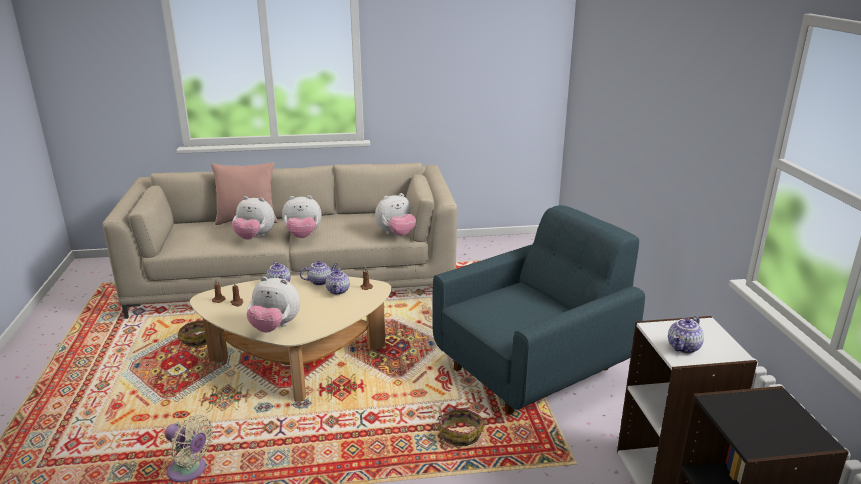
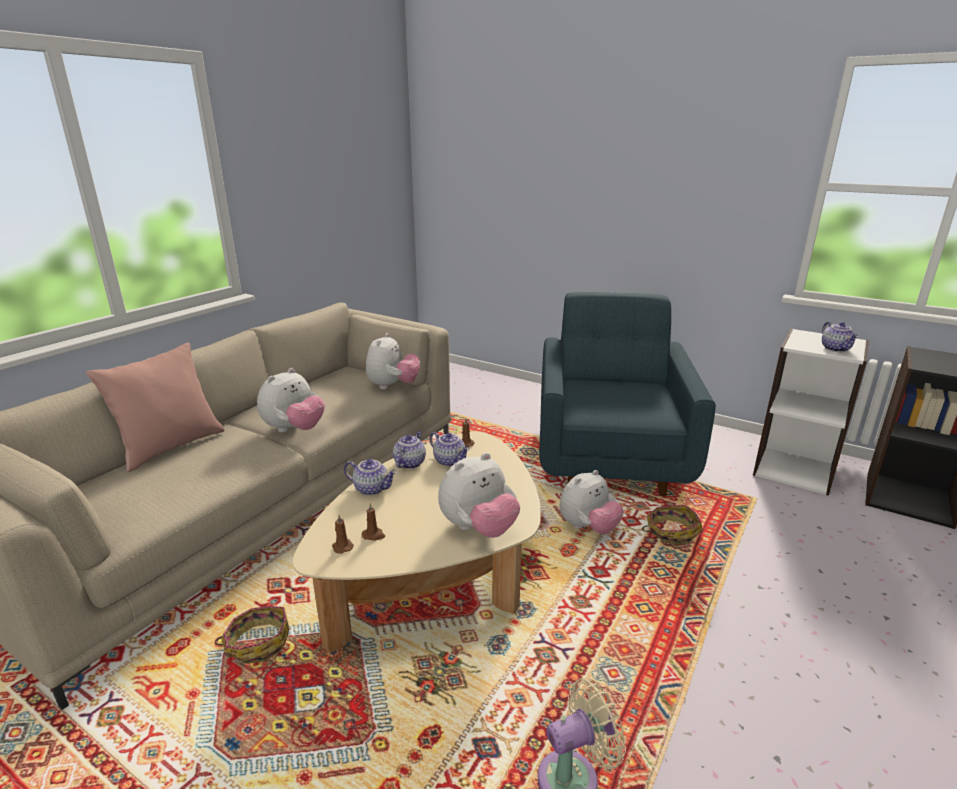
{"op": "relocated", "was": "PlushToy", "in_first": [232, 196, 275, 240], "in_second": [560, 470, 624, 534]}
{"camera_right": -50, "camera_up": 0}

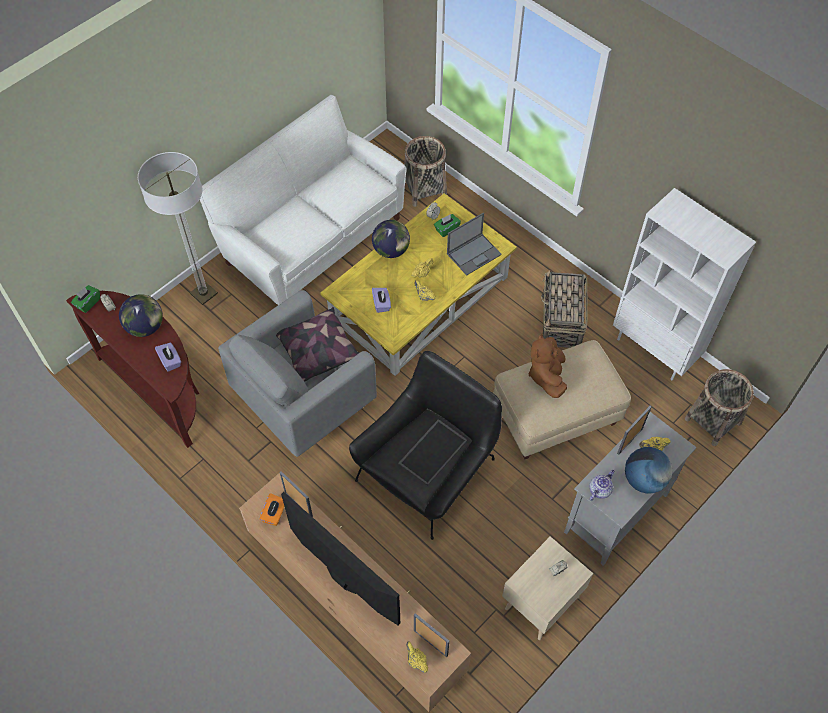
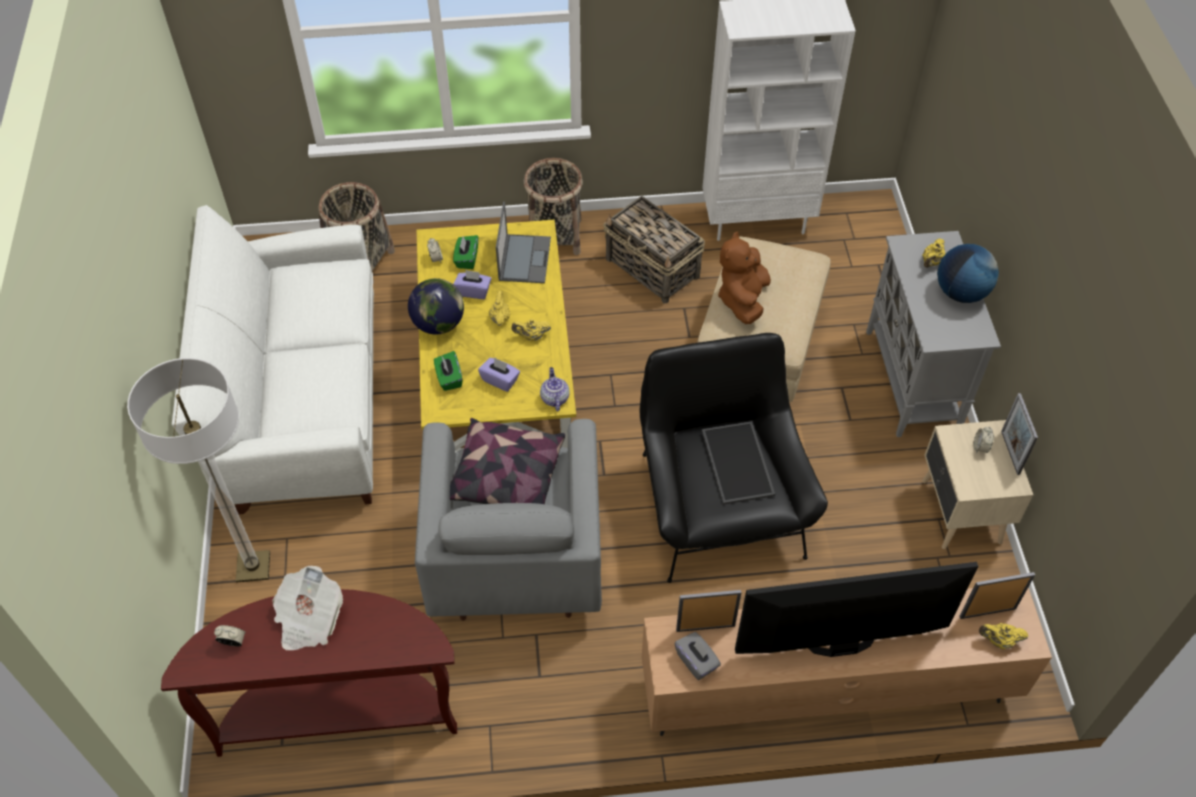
{"op": "exchanged", "was": "Globe", "now": "Newspaper", "in_first": [119, 294, 163, 337], "in_second": [272, 566, 343, 650]}
{"op": "relocated", "was": "GreenTissueBox", "in_first": [71, 285, 100, 313], "in_second": [434, 351, 462, 391]}
{"op": "relocated", "was": "PurpleTissueBox", "in_first": [155, 343, 181, 372], "in_second": [453, 270, 491, 299]}
{"op": "relocated", "was": "Basket", "in_first": [685, 369, 754, 446], "in_second": [524, 158, 583, 255]}
{"op": "relocated", "was": "Teapot", "in_first": [589, 470, 614, 501], "in_second": [540, 367, 570, 412]}
{"op": "colour", "was": "OrangeTissueBox", "now": "GreyTissueBox", "in_first": [260, 493, 284, 526], "in_second": [674, 632, 721, 680]}
{"op": "spun", "was": "BrownPlushToy", "in_first": [529, 333, 567, 398], "in_second": [718, 232, 771, 324], "clockwise": 60}
{"op": "relocated", "was": "PictureFrame", "in_first": [617, 406, 652, 455], "in_second": [1001, 393, 1038, 475]}
{"camera_right": -50, "camera_up": -5}

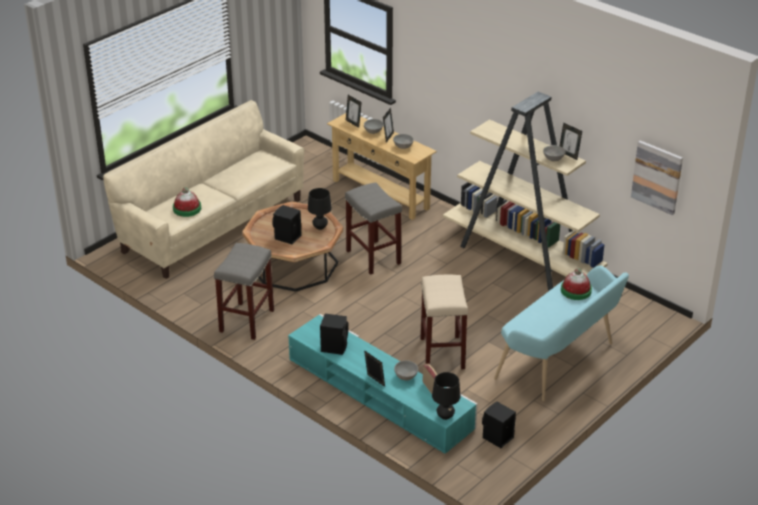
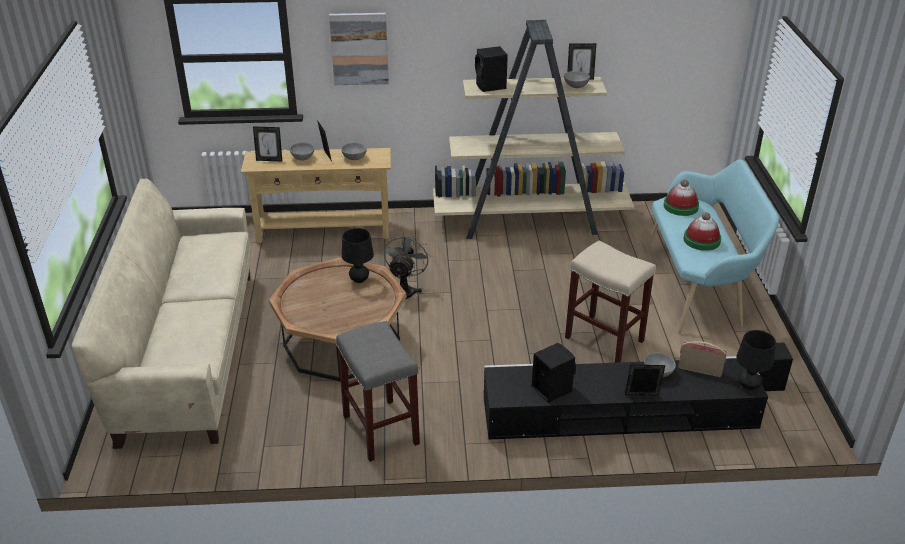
{"op": "relocated", "was": "Picture", "in_first": [631, 140, 683, 215], "in_second": [329, 13, 389, 85]}
{"op": "exchanged", "was": "GreyStool", "now": "GreyFan", "in_first": [345, 182, 402, 275], "in_second": [384, 232, 431, 299]}
{"op": "relocated", "was": "BlackSpeaker", "in_first": [272, 205, 301, 244], "in_second": [475, 46, 508, 92]}
{"op": "colour", "was": "TurquoiseTvStand", "now": "BlackTvStand", "in_first": [288, 314, 478, 454], "in_second": [483, 356, 768, 439]}
{"op": "relocated", "was": "Hat", "in_first": [173, 187, 201, 217], "in_second": [684, 212, 721, 251]}
{"camera_right": -45, "camera_up": 0}

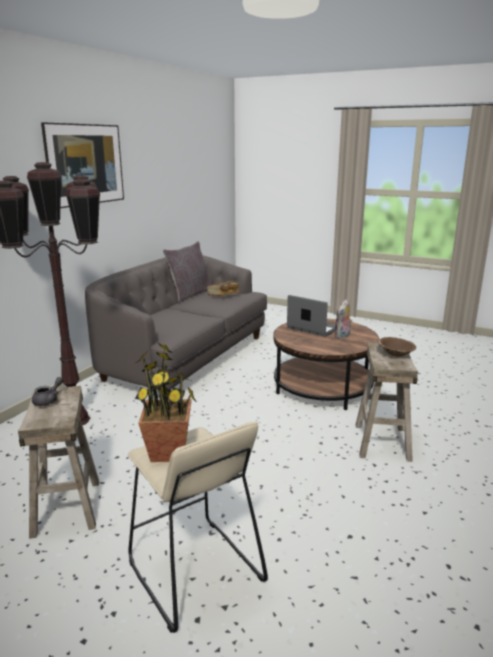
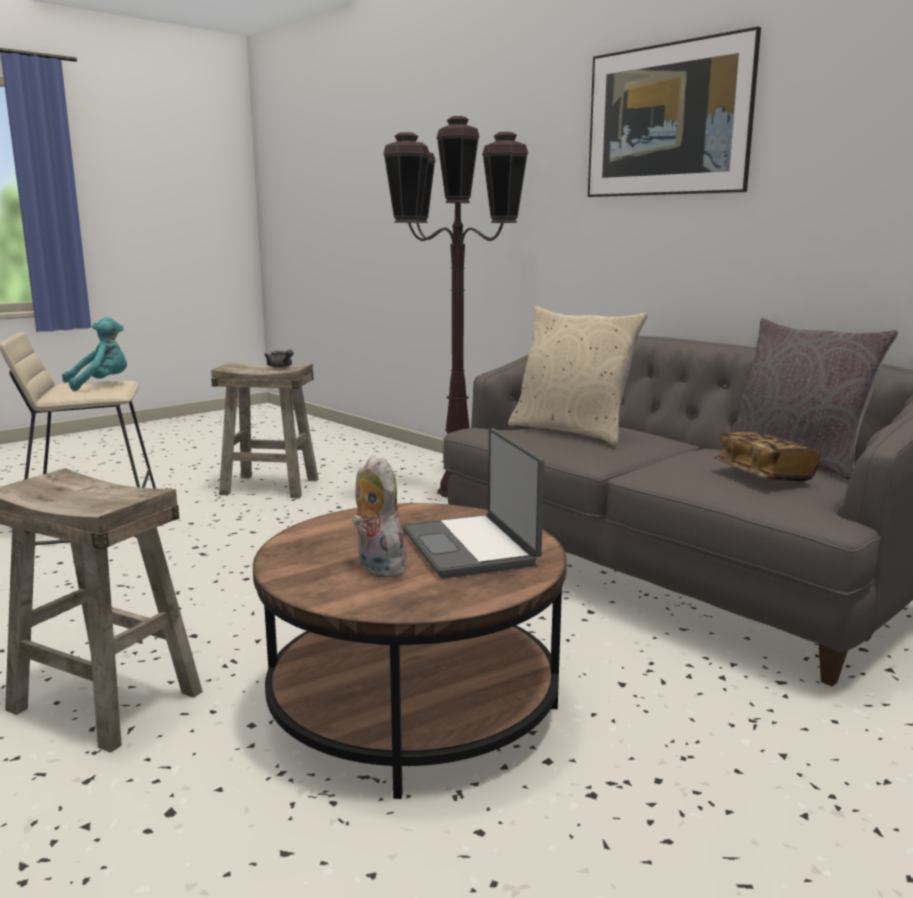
{"op": "exchanged", "was": "PottedPlant", "now": "TurquoisePlushToy", "in_first": [135, 342, 196, 462], "in_second": [62, 317, 127, 391]}
{"op": "spun", "was": "Laptop", "in_first": [287, 295, 335, 337], "in_second": [403, 428, 544, 579], "clockwise": 105}
{"op": "appeared", "now": "BeigePillow", "in_second": [508, 306, 648, 446]}
{"op": "missing", "was": "BrownBowl", "in_first": [378, 337, 416, 357]}
{"camera_right": 110, "camera_up": -5}

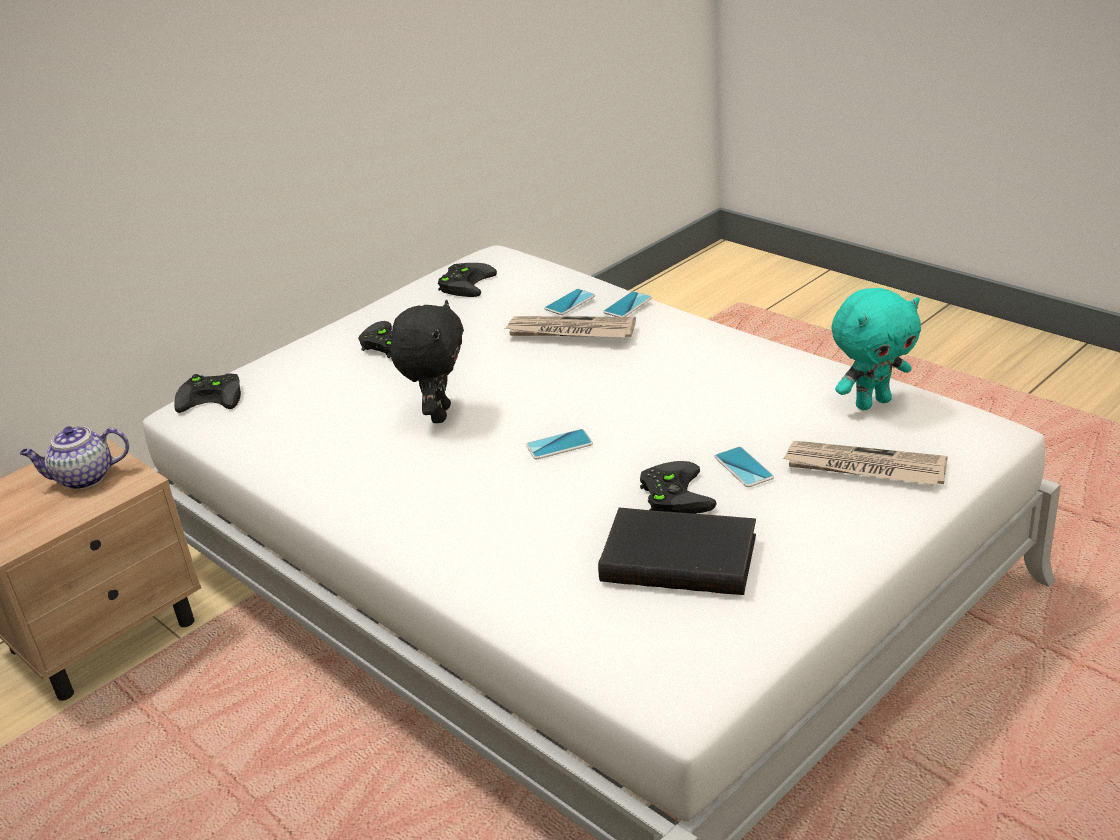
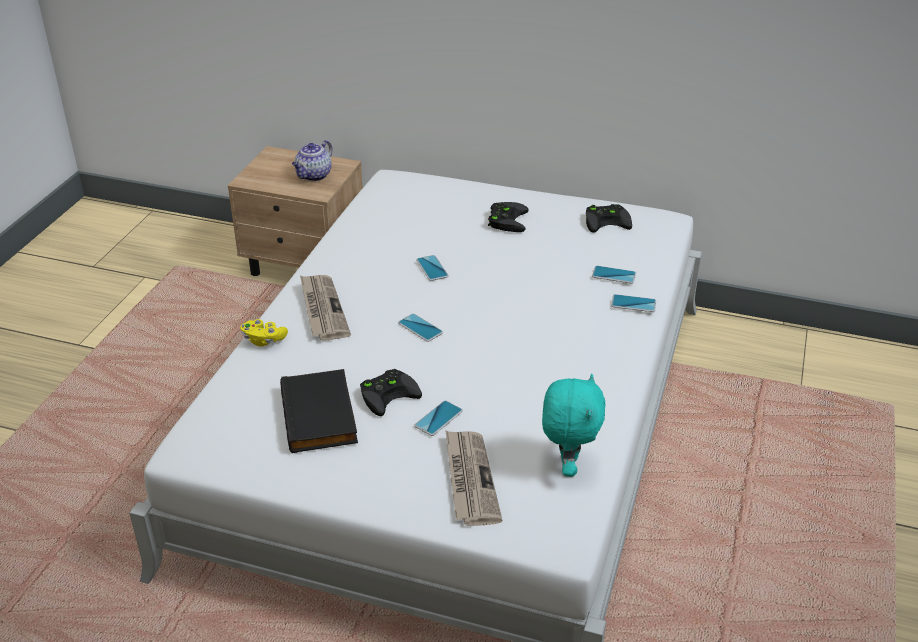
{"op": "appeared", "now": "YellowGameController", "in_second": [240, 319, 288, 347]}
{"op": "spun", "was": "Teapot", "in_first": [20, 426, 129, 490], "in_second": [292, 140, 333, 181], "clockwise": -105}
{"op": "relocated", "was": "Newspaper", "in_first": [505, 316, 636, 338], "in_second": [300, 275, 351, 341]}
{"op": "exchanged", "was": "BlackPlushToy", "now": "Phone", "in_first": [390, 300, 464, 423], "in_second": [416, 255, 449, 281]}
{"op": "spun", "was": "TurquoisePlushToy", "in_first": [832, 288, 921, 410], "in_second": [542, 374, 606, 477], "clockwise": -120}
{"op": "missing", "was": "BlackGameController", "in_first": [174, 373, 241, 413]}
{"camera_right": 60, "camera_up": 5}

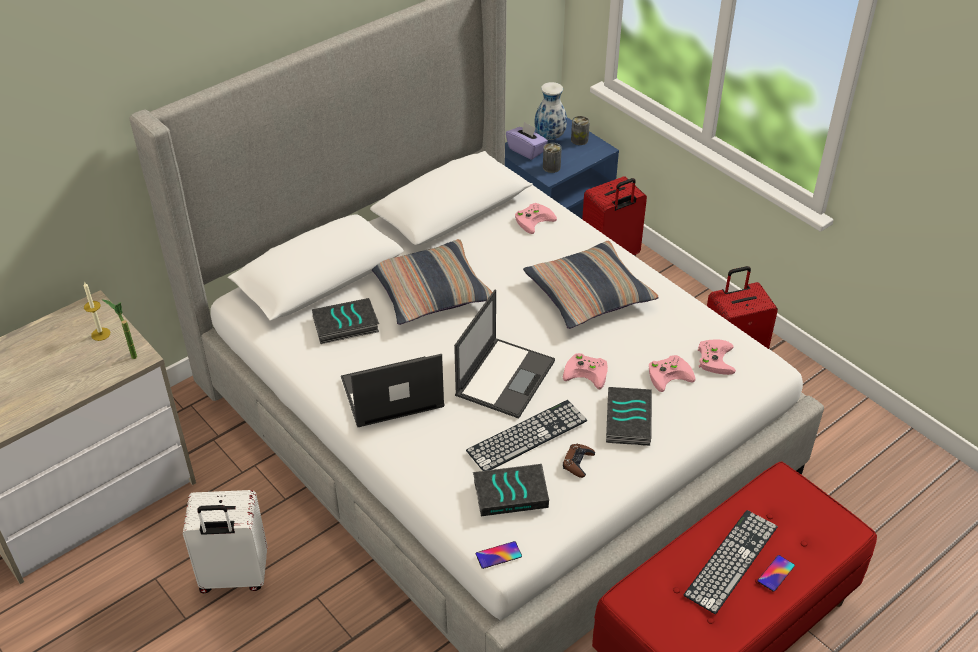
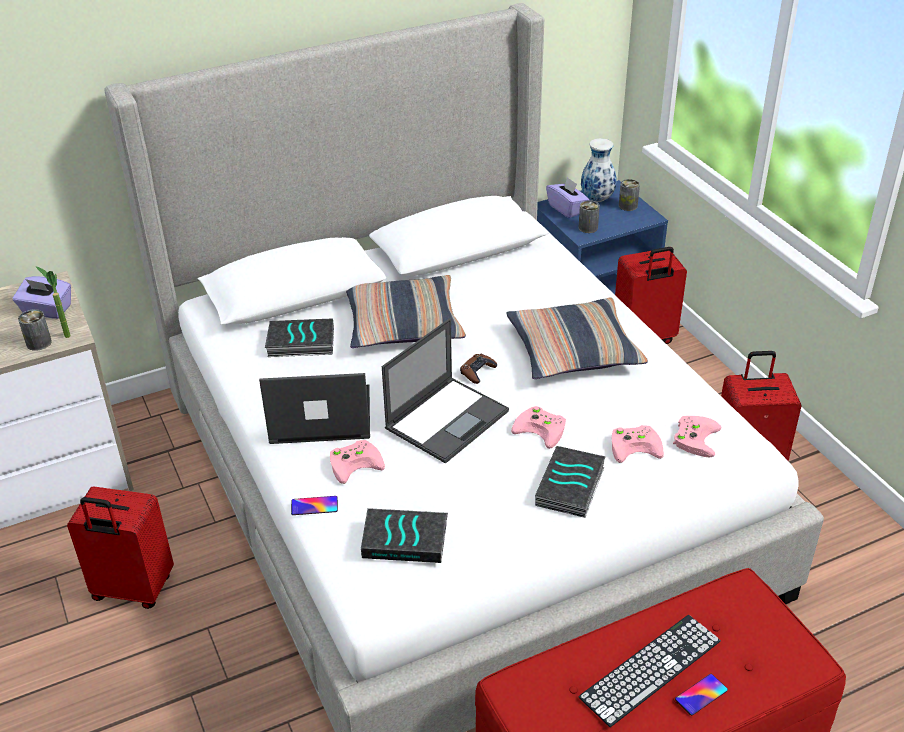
{"op": "exchanged", "was": "Candle", "now": "PurpleTissueBox", "in_first": [84, 282, 110, 341], "in_second": [13, 276, 71, 319]}
{"op": "appeared", "now": "Can", "in_second": [18, 309, 52, 351]}
{"op": "colour", "was": "WhiteSuitcase", "now": "RedSuitcase", "in_first": [183, 490, 267, 593], "in_second": [67, 487, 174, 609]}
{"op": "relocated", "was": "Phone", "in_first": [476, 541, 522, 569], "in_second": [291, 496, 338, 515]}
{"op": "relocated", "was": "PinkGameController", "in_first": [515, 203, 557, 234], "in_second": [330, 440, 385, 484]}
{"op": "relocated", "was": "BrownGameController", "in_first": [563, 444, 595, 478], "in_second": [460, 354, 497, 384]}
{"op": "missing", "was": "Keyboard", "in_first": [466, 400, 587, 471]}
{"camera_right": 15, "camera_up": -5}

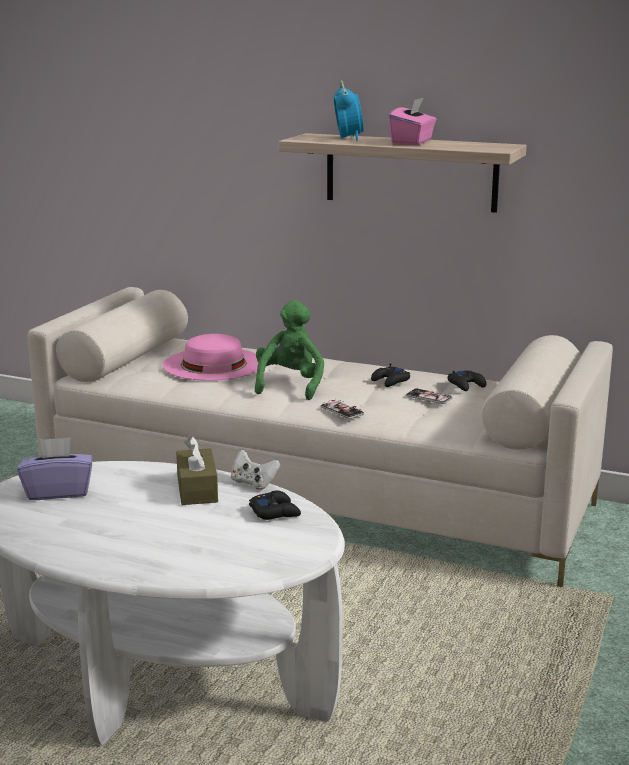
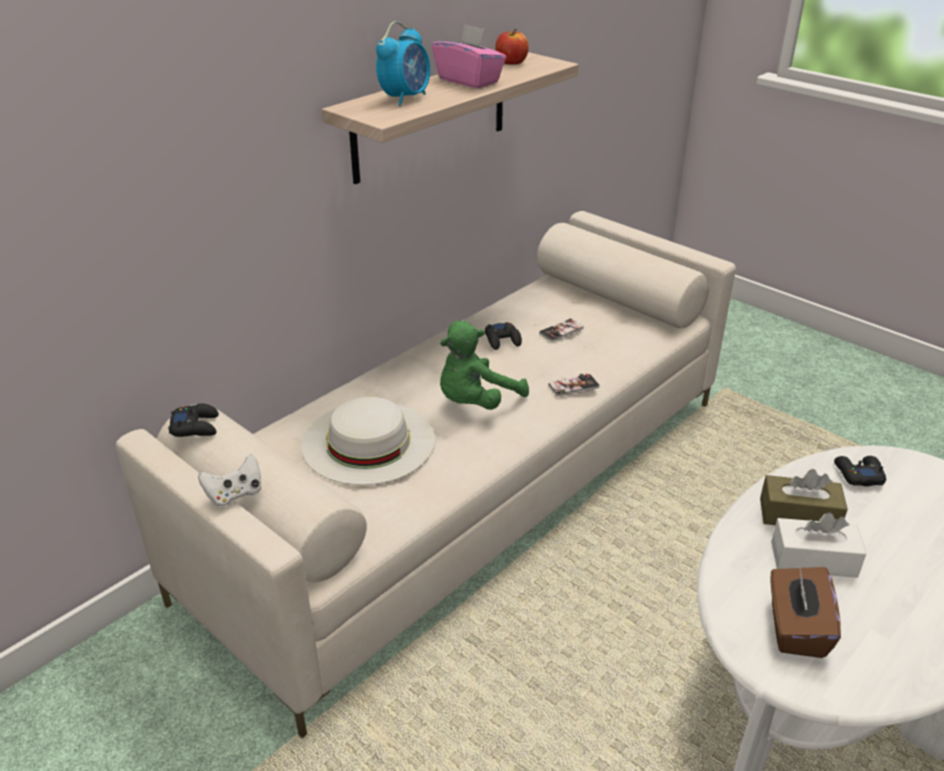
{"op": "relocated", "was": "BlackGameController", "in_first": [448, 371, 486, 391], "in_second": [168, 404, 219, 437]}
{"op": "relocated", "was": "WhiteGameController", "in_first": [231, 449, 280, 490], "in_second": [198, 453, 262, 508]}
{"op": "colour", "was": "PinkHat", "now": "WhiteHat", "in_first": [163, 334, 258, 381], "in_second": [301, 397, 436, 485]}
{"op": "spun", "was": "AlarmClock", "in_first": [334, 80, 364, 141], "in_second": [376, 21, 430, 106], "clockwise": 105}
{"op": "spun", "was": "GreenPlushToy", "in_first": [255, 300, 324, 400], "in_second": [440, 321, 529, 410], "clockwise": -75}
{"op": "appeared", "now": "Apple", "in_second": [495, 29, 529, 65]}
{"op": "colour", "was": "PurpleTissueBox", "now": "BrownTissueBox", "in_first": [17, 437, 93, 500], "in_second": [770, 567, 841, 658]}
{"op": "appeared", "now": "WhiteTissueBox", "in_second": [771, 512, 866, 578]}
{"camera_right": -70, "camera_up": 15}

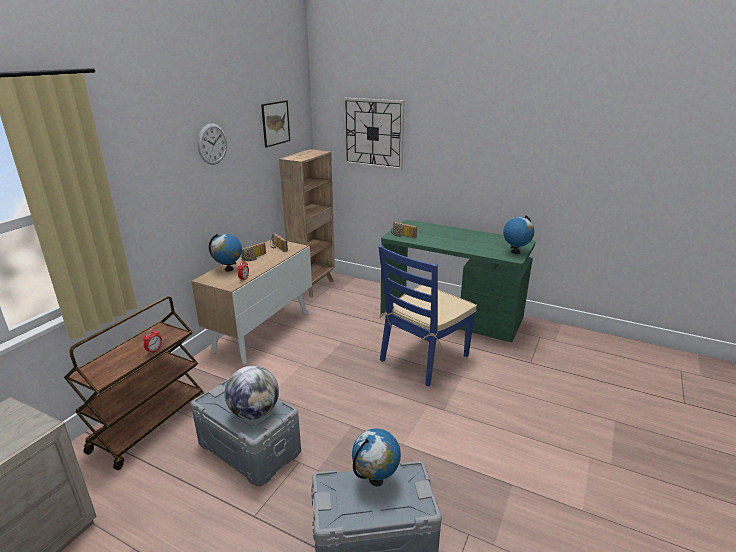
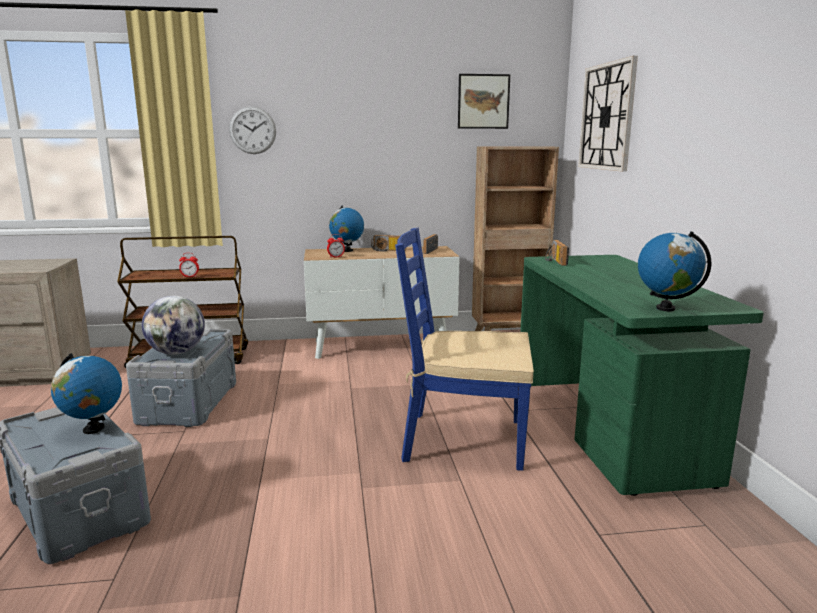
{"op": "relocated", "was": "WallClock", "in_first": [198, 123, 227, 165], "in_second": [229, 106, 276, 154]}
{"camera_right": 55, "camera_up": -10}

